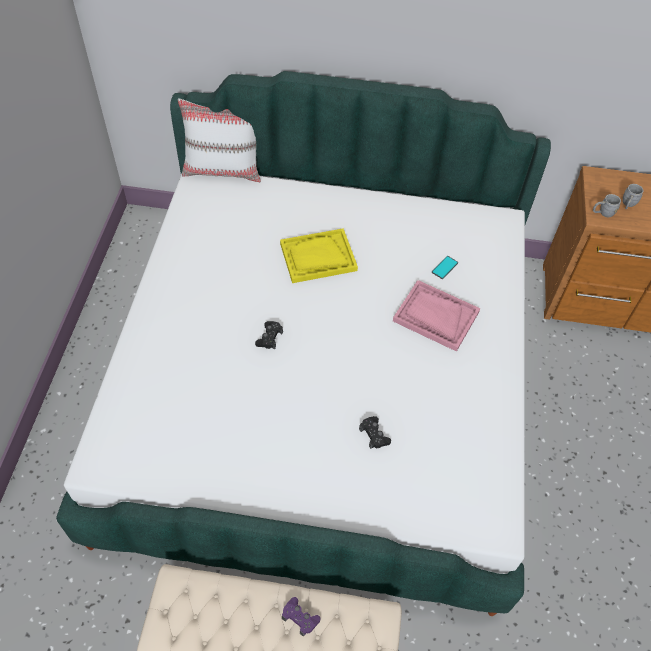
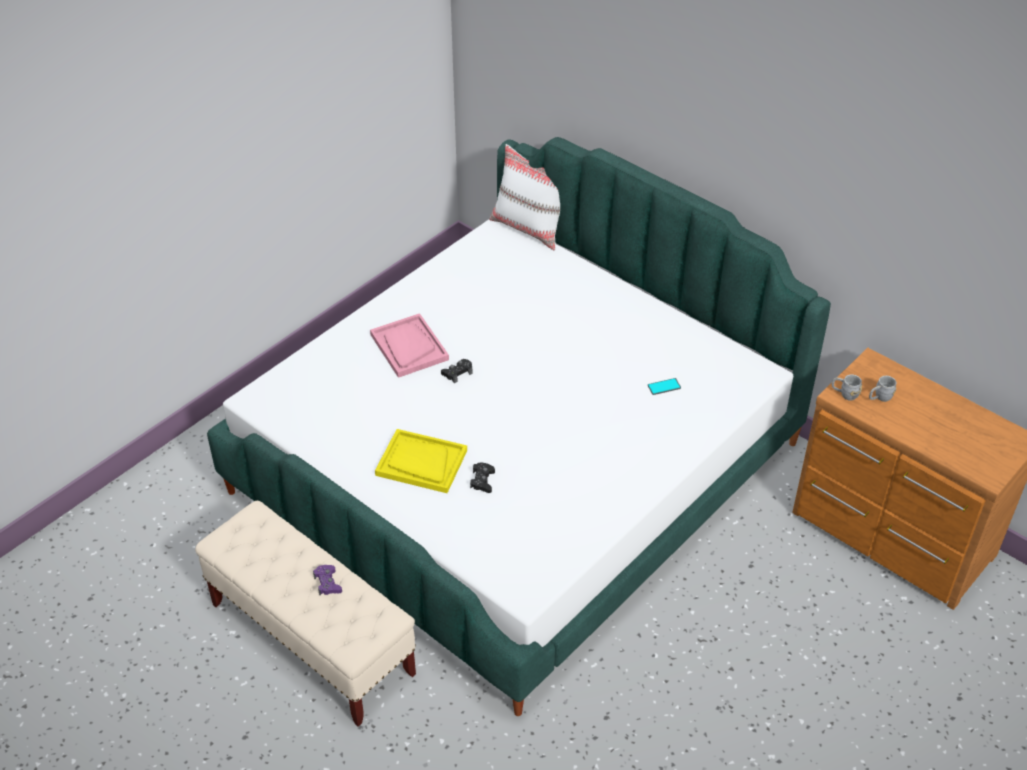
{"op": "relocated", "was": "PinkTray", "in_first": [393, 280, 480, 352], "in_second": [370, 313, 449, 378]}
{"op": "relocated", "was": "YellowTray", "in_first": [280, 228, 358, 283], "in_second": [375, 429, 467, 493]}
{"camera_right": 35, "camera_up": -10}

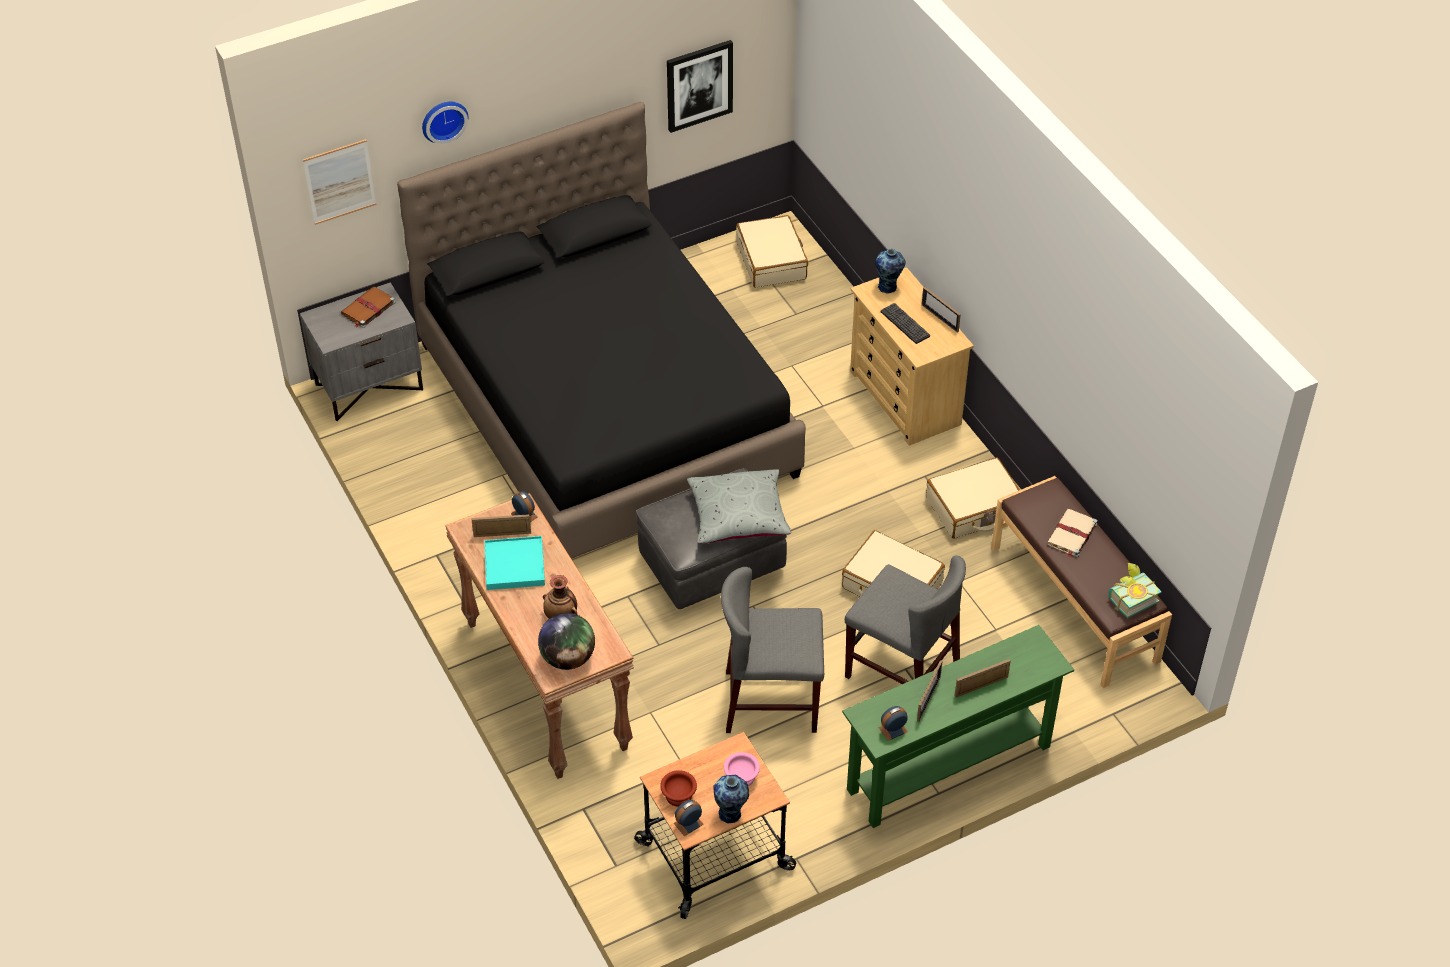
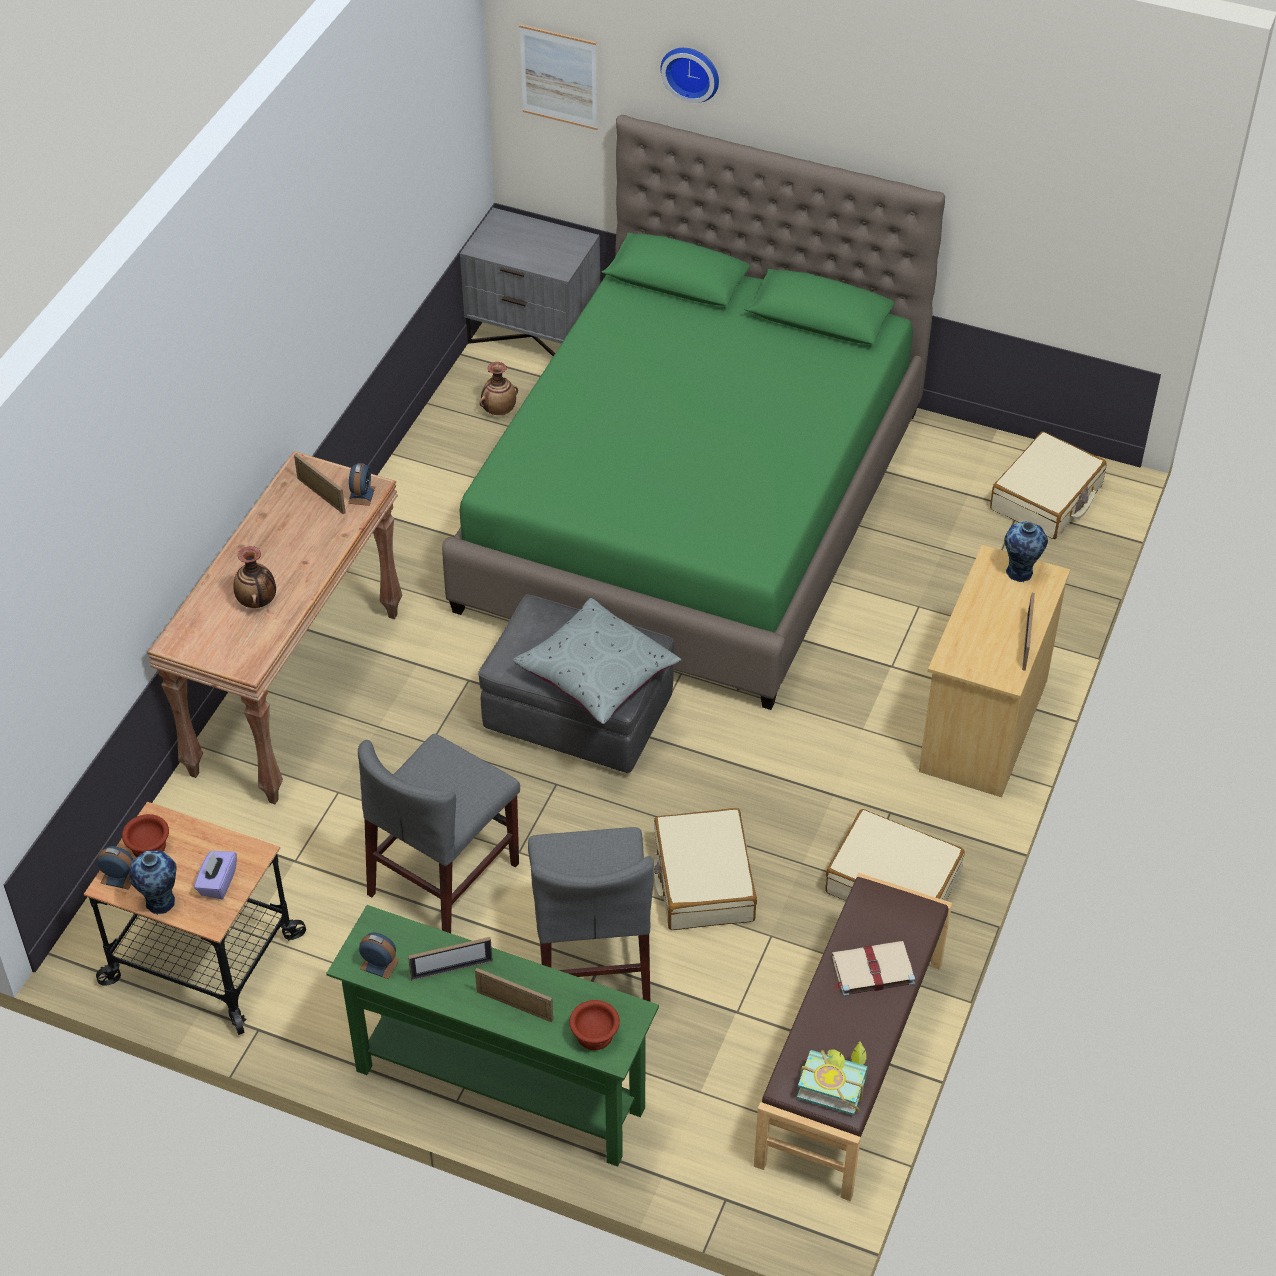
{"op": "exchanged", "was": "PinkBowl", "now": "PurpleTissueBox", "in_first": [724, 752, 760, 786], "in_second": [194, 851, 237, 899]}
{"op": "spun", "was": "GreyChair", "in_first": [721, 567, 824, 733], "in_second": [358, 734, 520, 933], "clockwise": -105}
{"op": "colour", "was": "BlackBed", "now": "GreenBed", "in_first": [397, 102, 806, 559], "in_second": [442, 115, 945, 710]}
{"op": "appeared", "now": "Vase", "in_second": [479, 362, 518, 415]}
{"op": "appeared", "now": "BrownBowl", "in_second": [569, 1000, 620, 1050]}
{"op": "missing", "was": "BrownBook", "in_first": [341, 286, 395, 328]}
{"op": "missing", "was": "TurquoiseTray", "in_first": [484, 536, 545, 590]}
{"op": "missing", "was": "Globe", "in_first": [538, 613, 595, 670]}
{"op": "missing", "was": "Picture", "in_first": [667, 40, 733, 133]}
{"op": "missing", "was": "Keyboard", "in_first": [881, 303, 930, 344]}
{"camera_right": 50, "camera_up": 0}

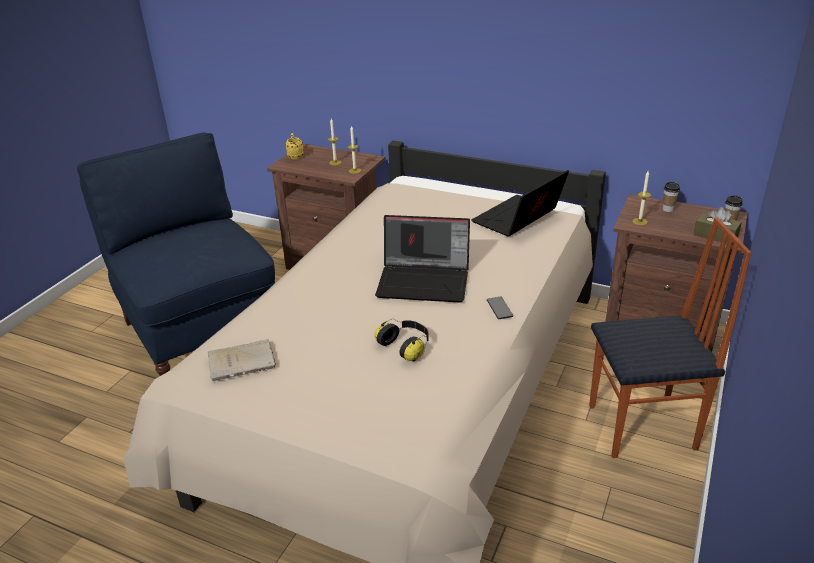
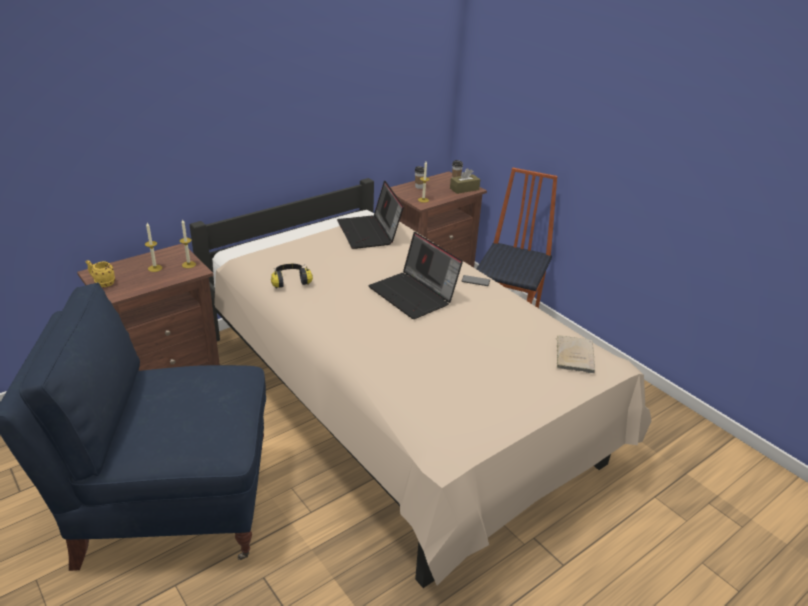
{"op": "relocated", "was": "Headphones", "in_first": [374, 318, 428, 361], "in_second": [271, 264, 313, 289]}
{"op": "spun", "was": "Laptop", "in_first": [375, 215, 470, 303], "in_second": [369, 232, 463, 319], "clockwise": 105}
{"op": "relocated", "was": "BeigeBook", "in_first": [208, 339, 276, 381], "in_second": [556, 335, 595, 373]}
{"camera_right": -65, "camera_up": 0}

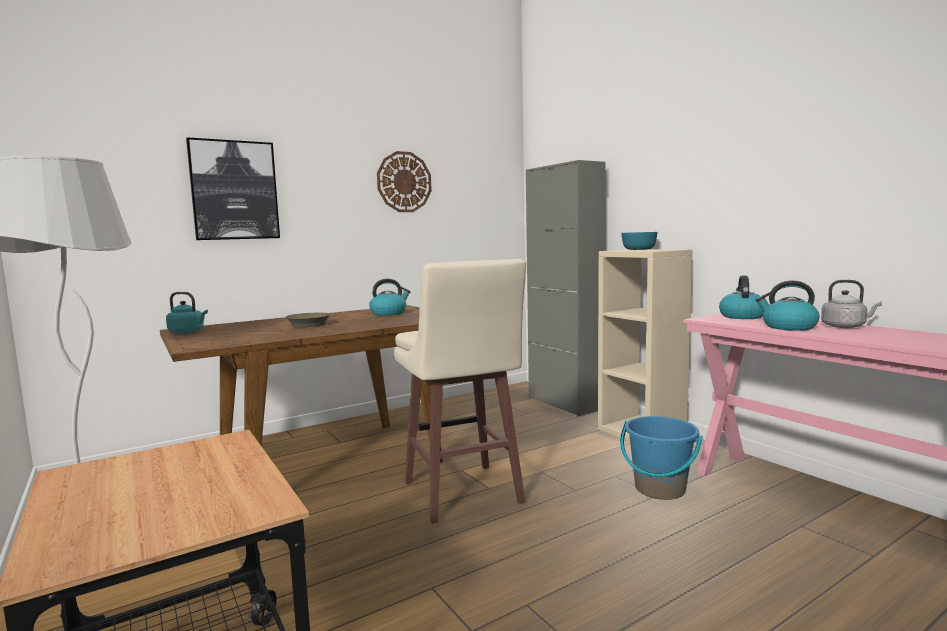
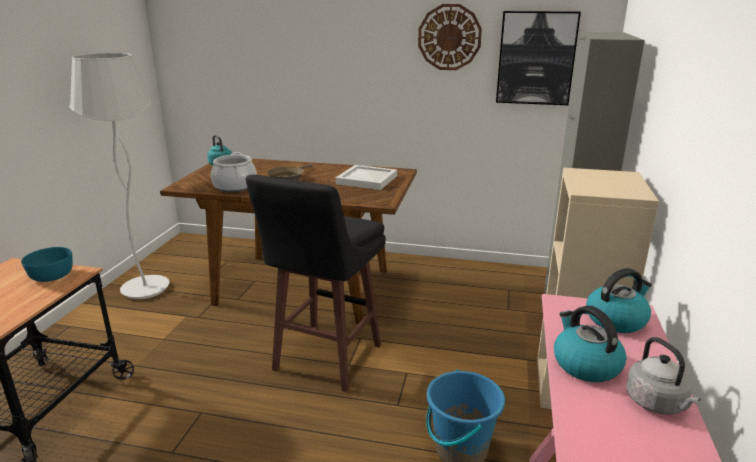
{"op": "relocated", "was": "TurquoiseBowl", "in_first": [621, 232, 657, 250], "in_second": [21, 247, 73, 282]}
{"op": "appeared", "now": "CookingPot", "in_second": [211, 152, 257, 192]}
{"op": "colour", "was": "BeigeStool", "now": "BlackStool", "in_first": [394, 259, 526, 524], "in_second": [246, 175, 386, 392]}
{"op": "exchanged", "was": "Kettle", "now": "WhiteTray", "in_first": [369, 279, 410, 316], "in_second": [336, 165, 397, 190]}
{"op": "relocated", "was": "Picture", "in_first": [186, 137, 280, 240], "in_second": [496, 11, 581, 105]}
{"camera_right": 45, "camera_up": 15}

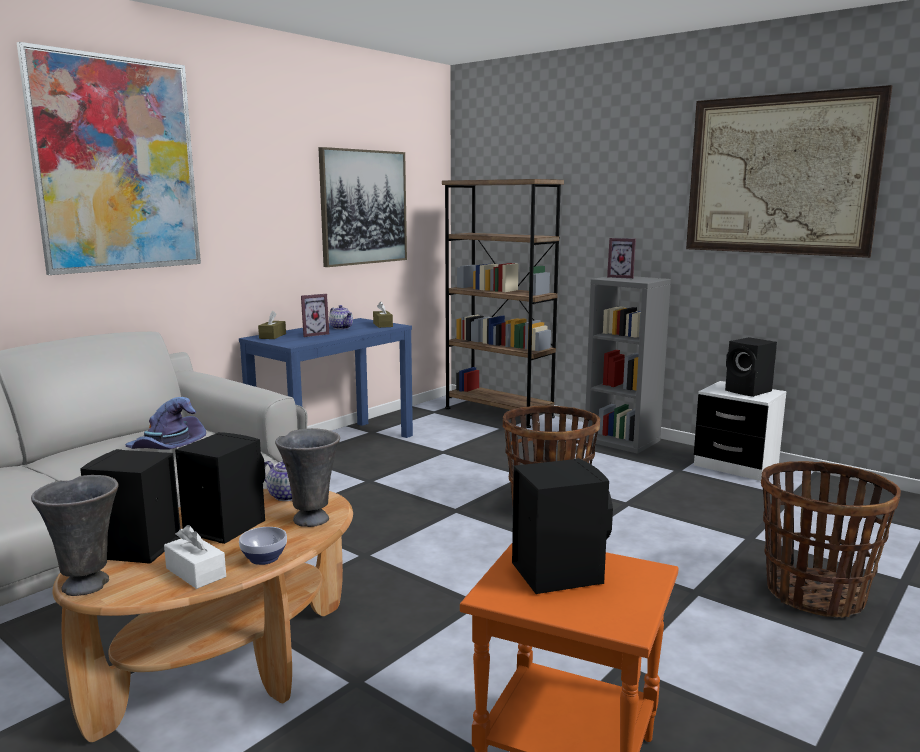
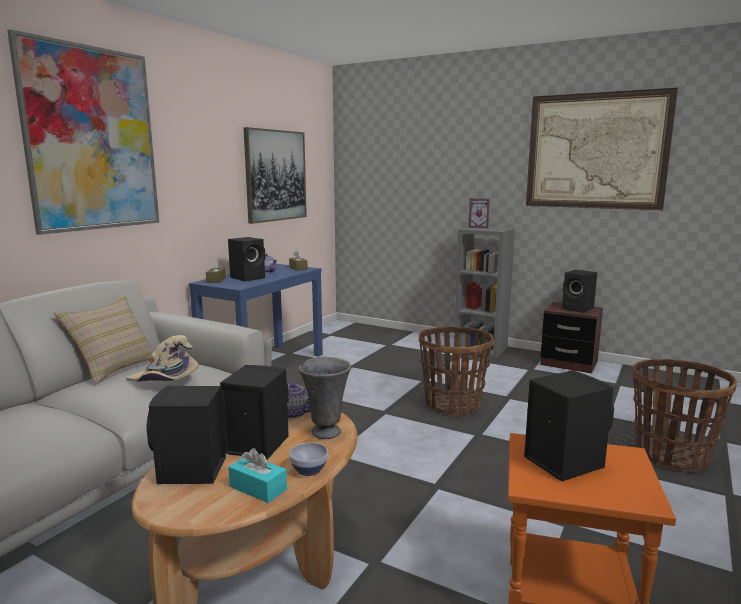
{"op": "appeared", "now": "BeigePillow", "in_second": [54, 294, 154, 384]}
{"op": "colour", "was": "PurpleHat", "now": "BeigeHat", "in_first": [125, 397, 206, 450], "in_second": [126, 335, 199, 382]}
{"op": "exchanged", "was": "PictureFrame", "now": "BlackSpeaker", "in_first": [301, 294, 329, 337], "in_second": [228, 237, 265, 281]}
{"op": "colour", "was": "WhiteTissueBox", "now": "TurquoiseTissueBox", "in_first": [164, 525, 226, 589], "in_second": [228, 448, 287, 503]}
{"op": "colour", "was": "WhiteNightstand", "now": "BrownNightstand", "in_first": [694, 381, 786, 481], "in_second": [540, 302, 603, 374]}
{"op": "missing", "was": "GreyVase", "in_first": [31, 475, 118, 596]}
{"op": "missing", "was": "BrownBookcase", "in_first": [442, 179, 564, 428]}
{"camera_right": -10, "camera_up": 0}

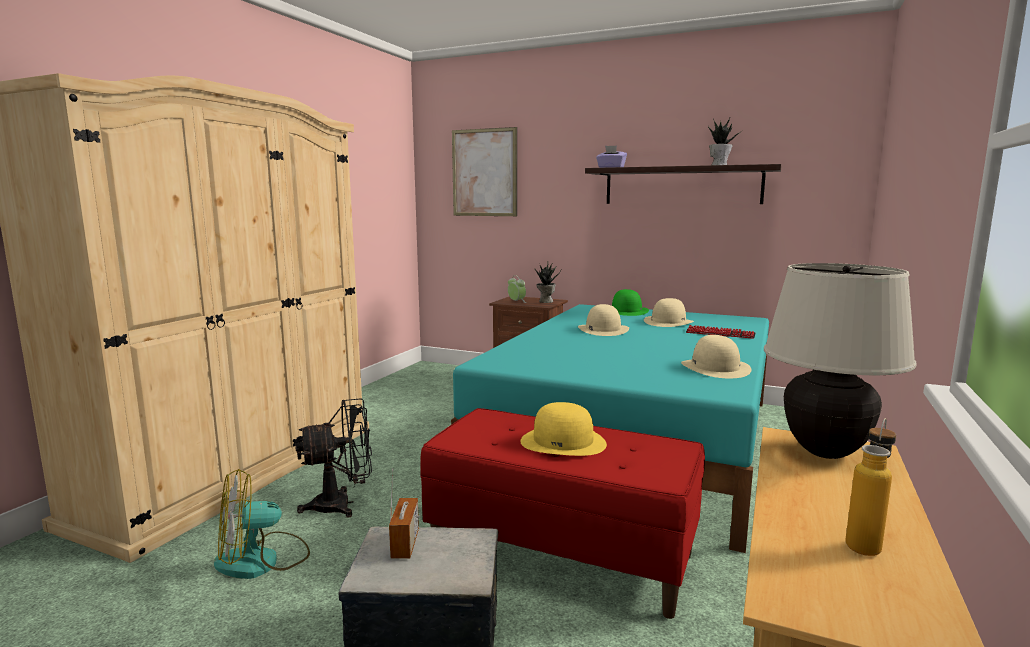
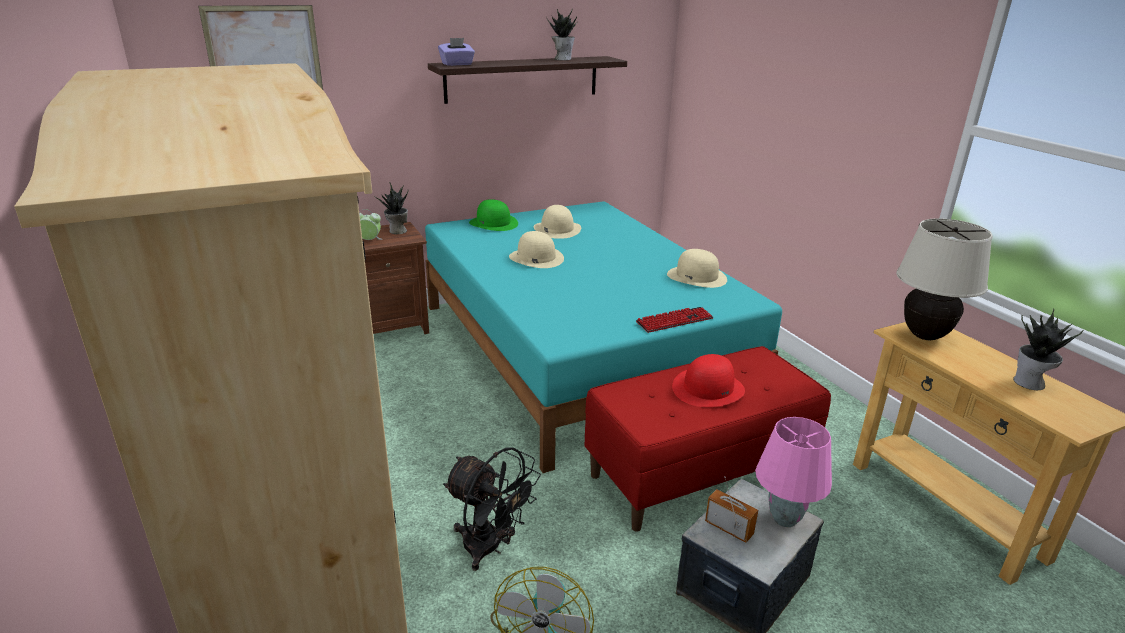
{"op": "spun", "was": "BlackFan", "in_first": [295, 398, 372, 518], "in_second": [443, 447, 541, 571], "clockwise": 105}
{"op": "relocated", "was": "Keyboard", "in_first": [686, 325, 756, 339], "in_second": [636, 307, 713, 333]}
{"op": "colour", "was": "YellowHat", "now": "RedHat", "in_first": [520, 402, 607, 456], "in_second": [672, 354, 745, 407]}
{"op": "appeared", "now": "PinkTableLamp", "in_second": [755, 417, 832, 527]}
{"op": "exchanged", "was": "Bottle", "now": "PottedPlant", "in_first": [845, 418, 896, 556], "in_second": [1013, 308, 1084, 390]}
{"camera_right": -50, "camera_up": 15}

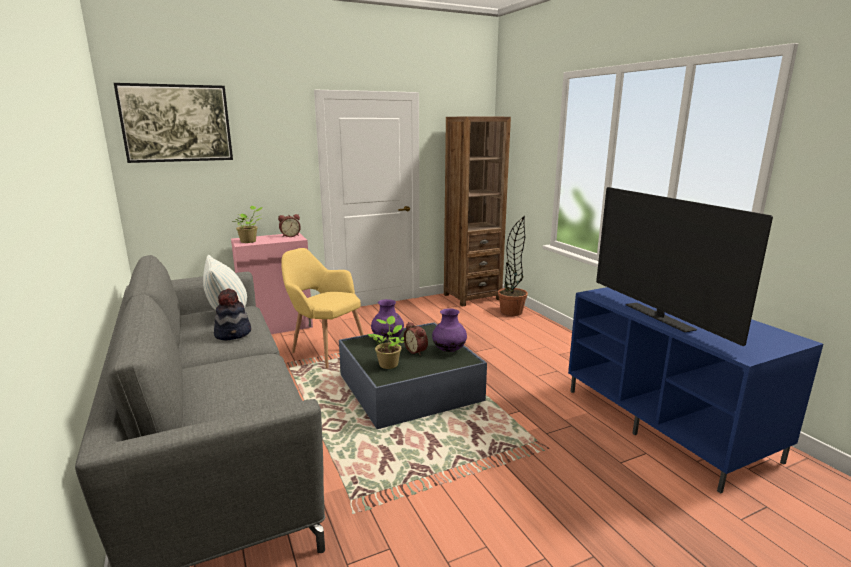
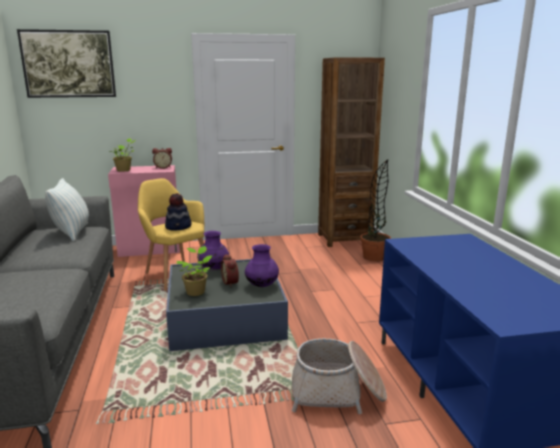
{"op": "relocated", "was": "Hat", "in_first": [214, 288, 251, 340], "in_second": [165, 193, 191, 231]}
{"op": "appeared", "now": "Basket", "in_second": [292, 338, 387, 414]}
{"op": "missing", "was": "Television", "in_first": [596, 187, 773, 346]}
{"camera_right": 15, "camera_up": 0}

